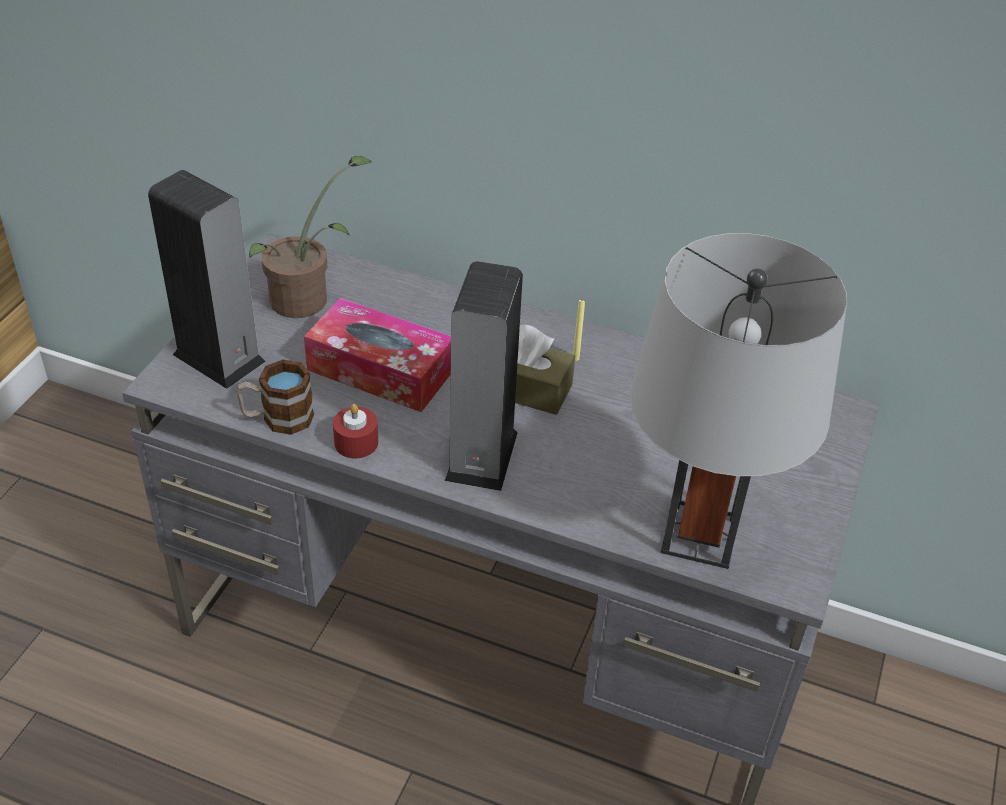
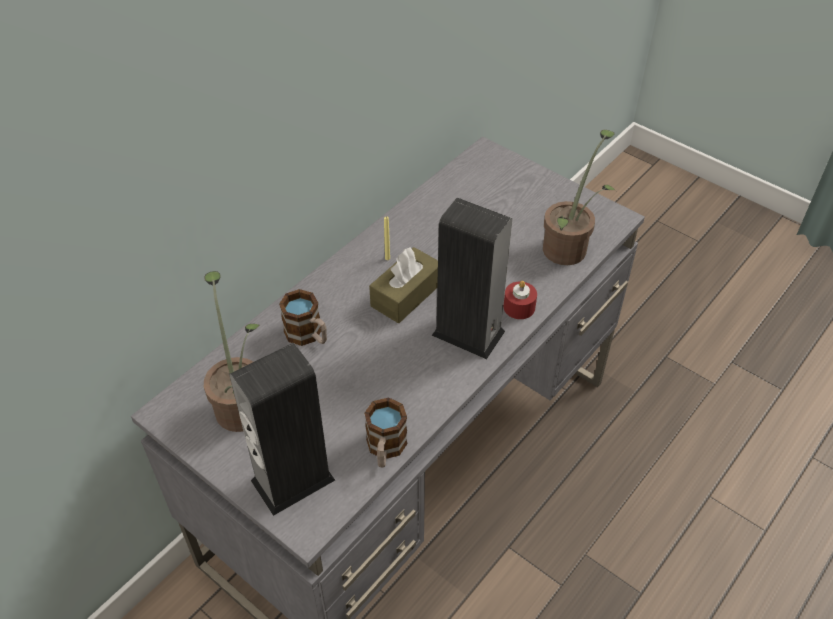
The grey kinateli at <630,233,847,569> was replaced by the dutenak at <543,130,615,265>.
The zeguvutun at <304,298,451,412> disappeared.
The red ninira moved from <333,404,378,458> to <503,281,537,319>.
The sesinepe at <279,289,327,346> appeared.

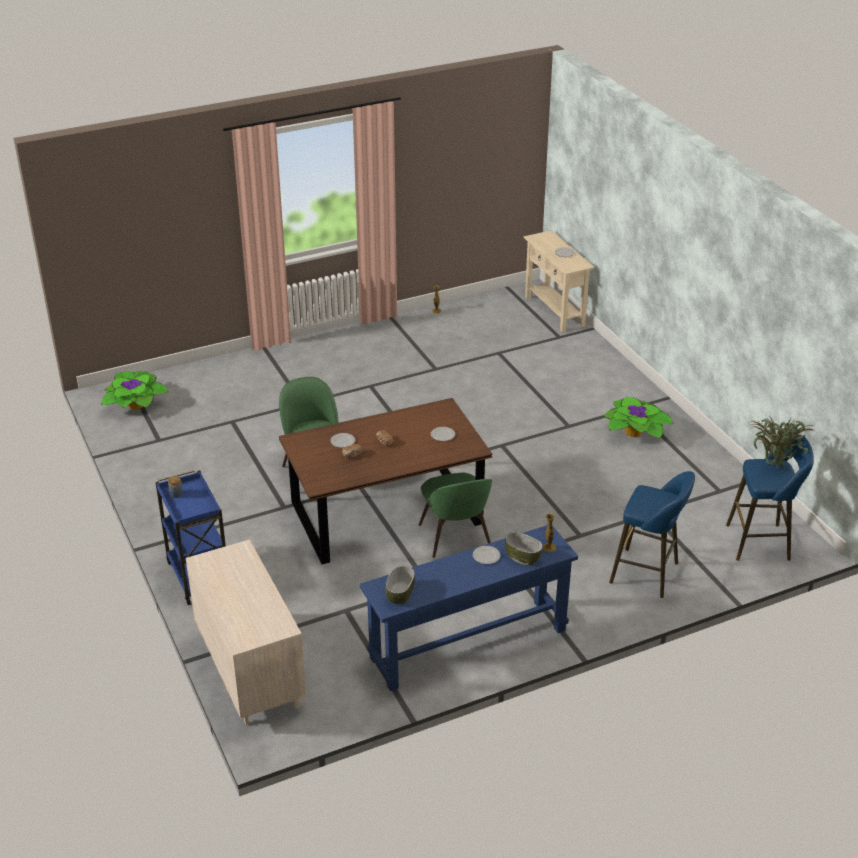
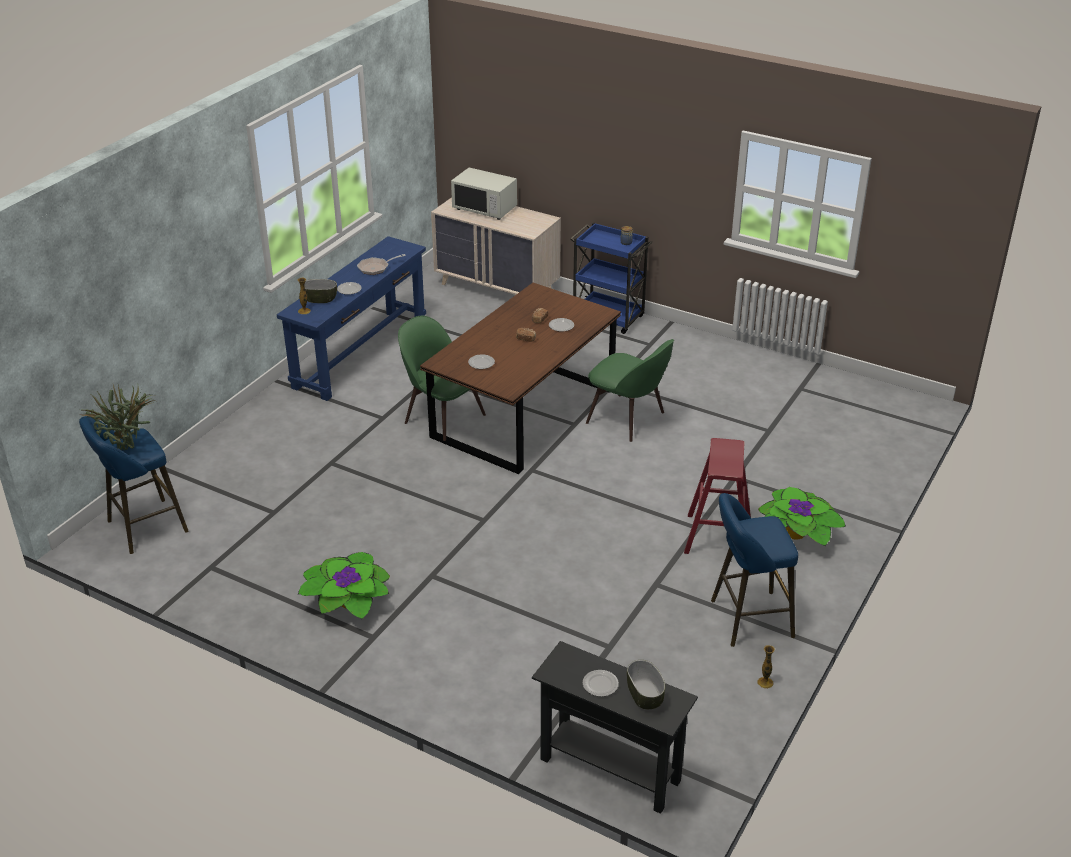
The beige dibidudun at <523,230,595,332> became the black dibidudun at <532,641,698,814>.
The dutenak moved from <101,371,168,410> to <758,487,846,546>.
The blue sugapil moved from <609,471,695,598> to <711,493,798,647>.
The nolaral moved from <386,566,415,604> to <627,660,665,709>.
The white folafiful at <451,168,517,220> appeared.
The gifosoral at <357,254,406,275> appeared.
The red sugapil at <684,438,751,554> appeared.

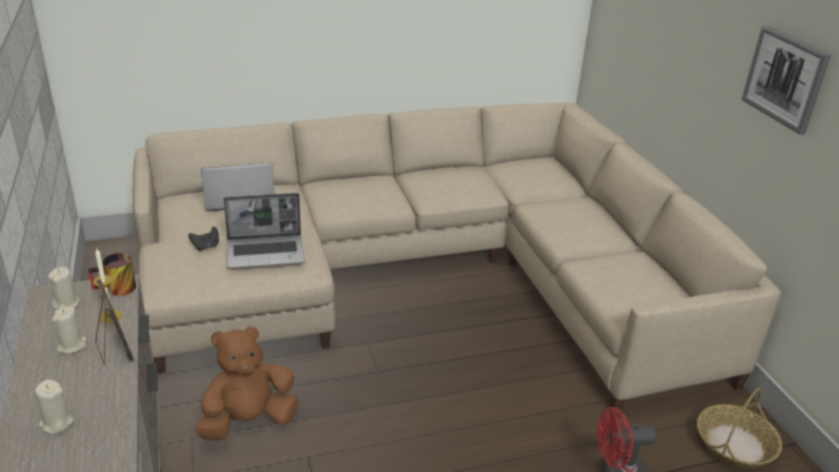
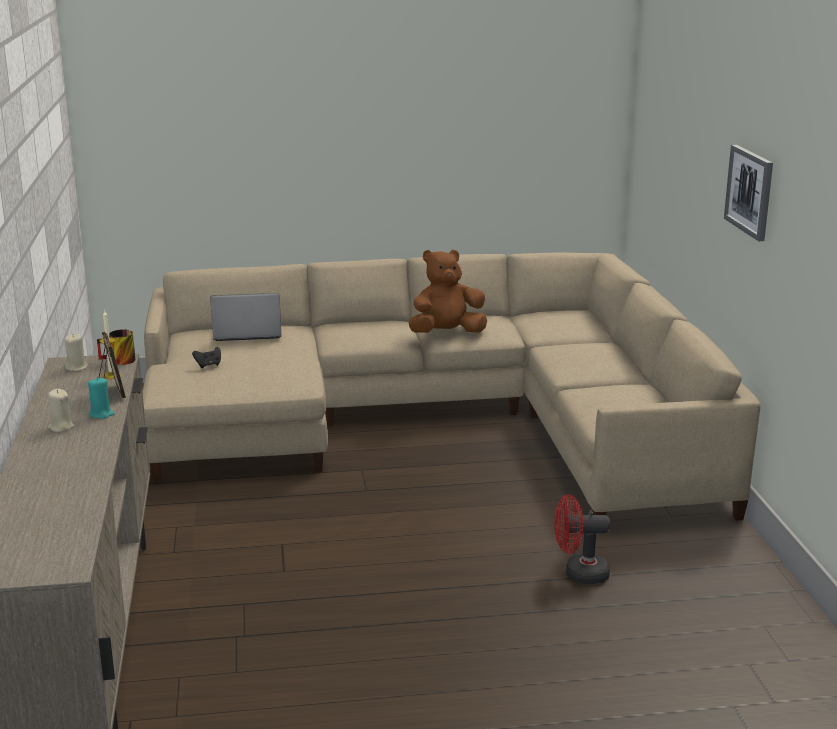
The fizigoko at <223,193,305,268> disappeared.
The beige ninira at <52,307,87,354> disappeared.
The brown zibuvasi moved from <195,326,299,440> to <409,250,487,333>.
The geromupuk at <697,388,782,469> disappeared.
The turquoise ninira at <88,377,115,419> appeared.

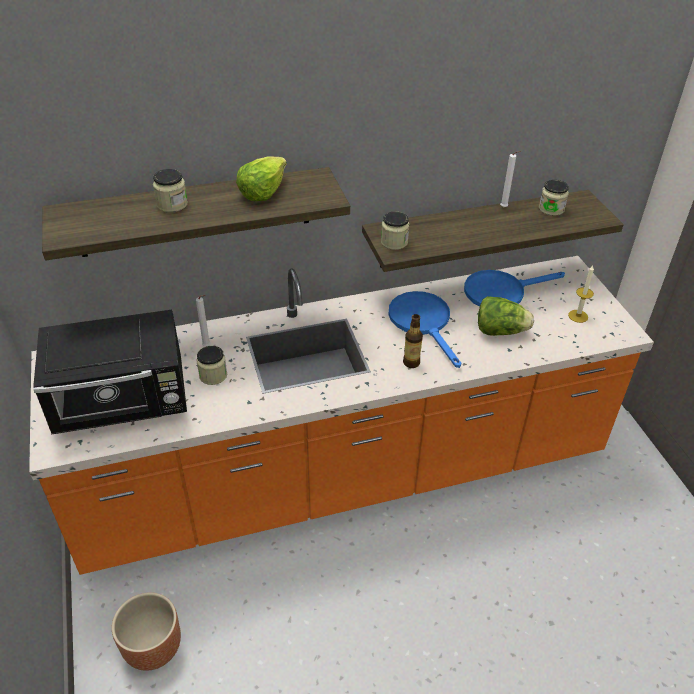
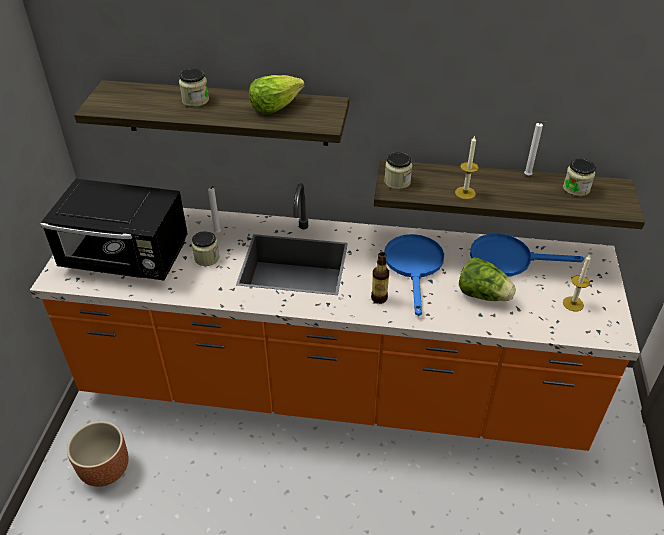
The ninira at <455,135,479,199> appeared.

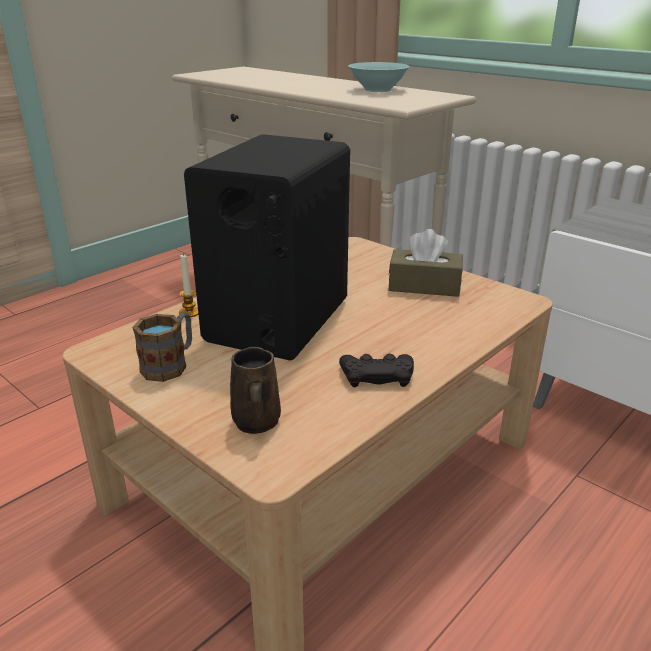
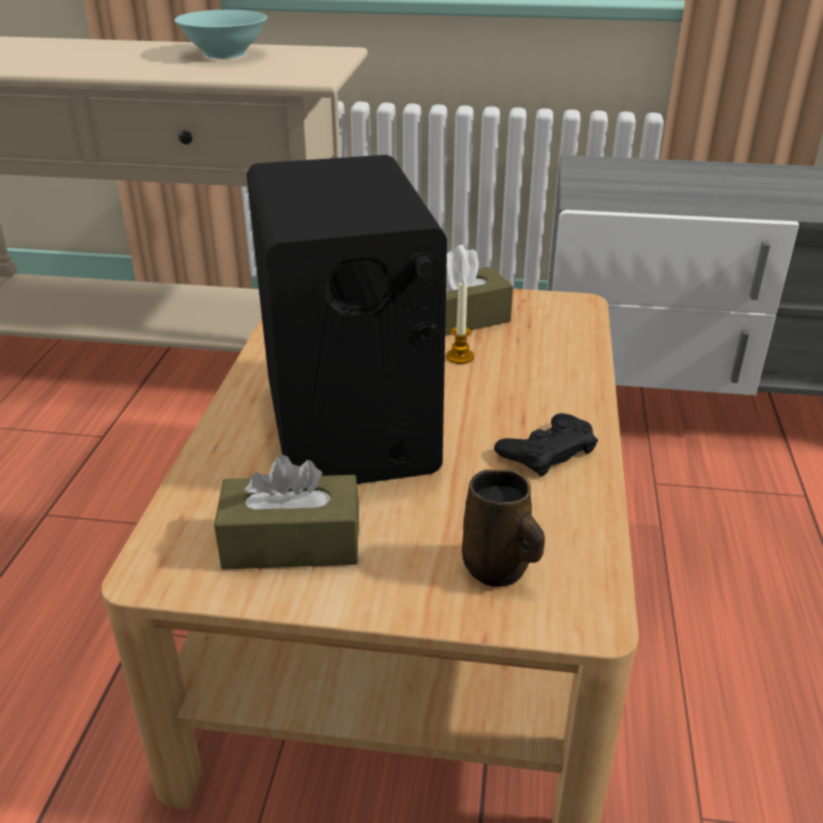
The ninira moved from <179,254,198,317> to <446,282,474,364>.
The sesinepe at <132,313,192,382> was replaced by the brown zeguvutun at <214,455,359,570>.

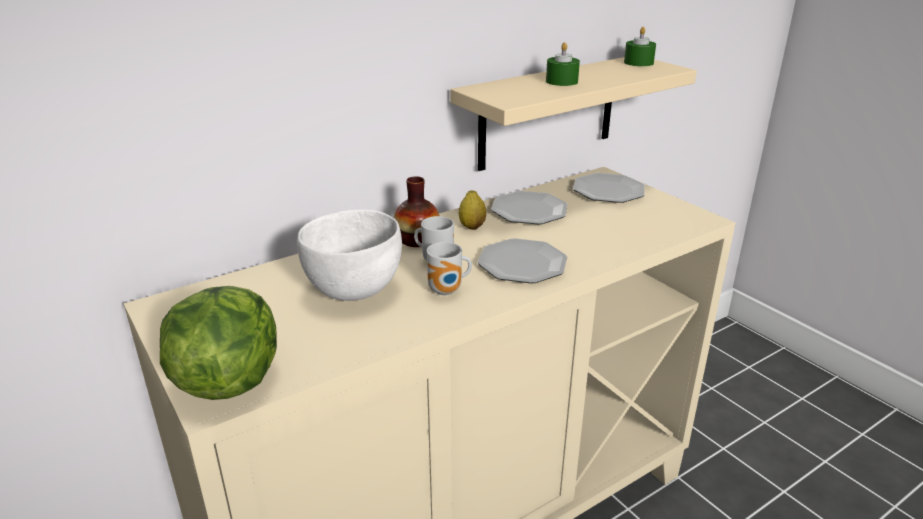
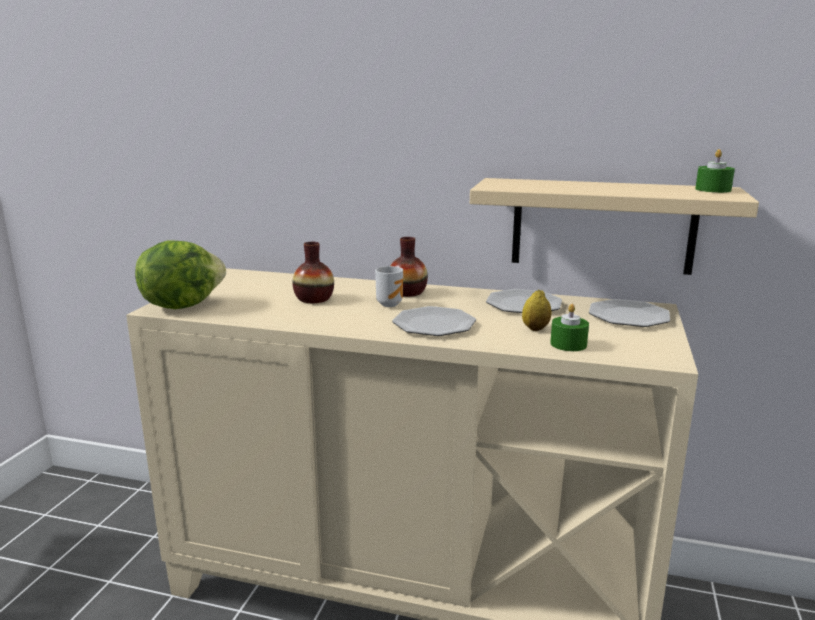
The green ninira moved from <546,42,580,86> to <550,304,589,351>.
The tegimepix moved from <459,190,486,230> to <522,289,552,331>.
The white nolaral at <297,210,402,301> was replaced by the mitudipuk at <292,242,334,303>.
The sesinepe at <427,242,472,295> disappeared.

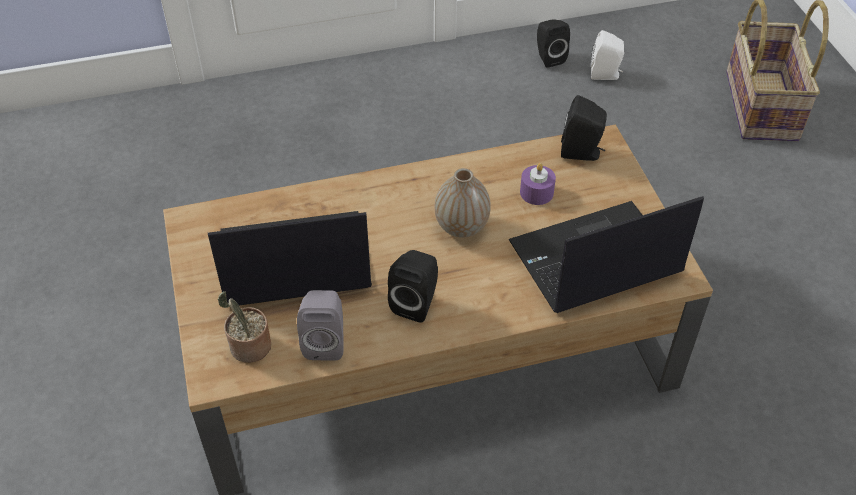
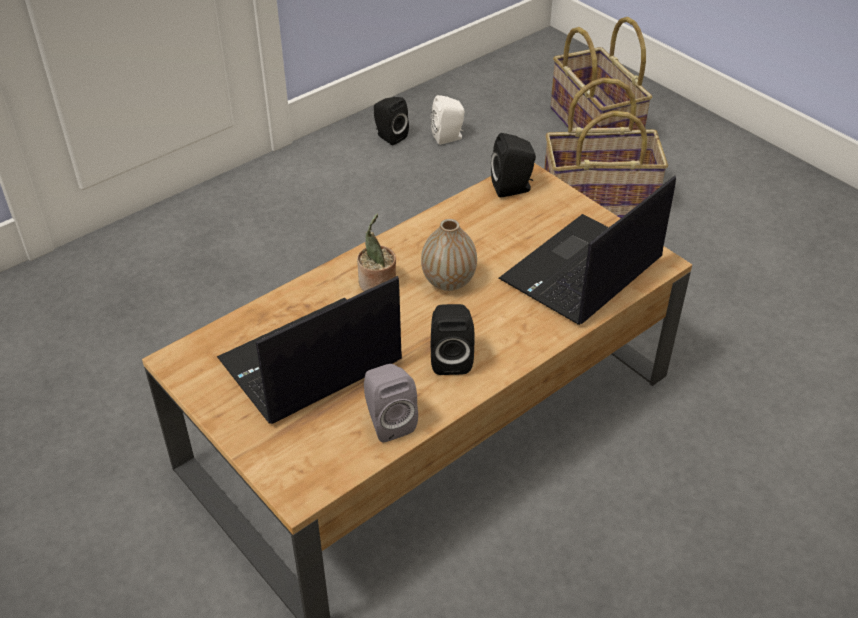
The purple ninira at <520,163,556,205> disappeared.
The dutenak moved from <217,291,271,363> to <357,214,396,291>.
The geromupuk at <544,78,668,218> appeared.

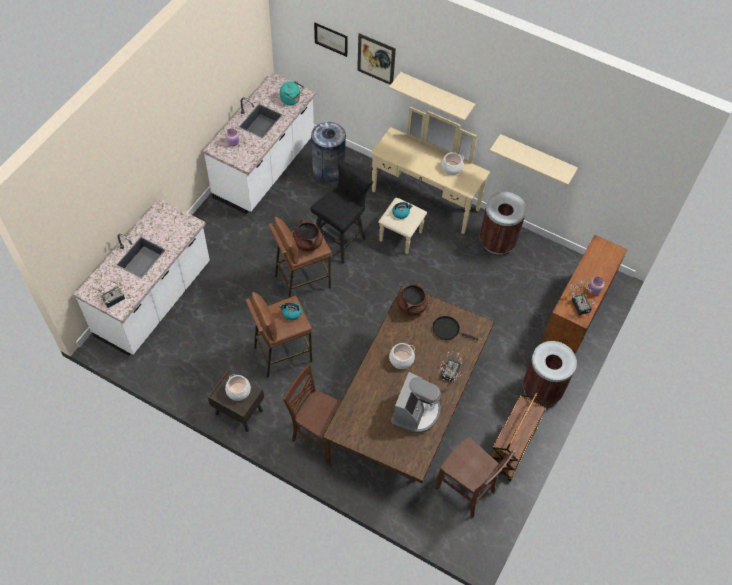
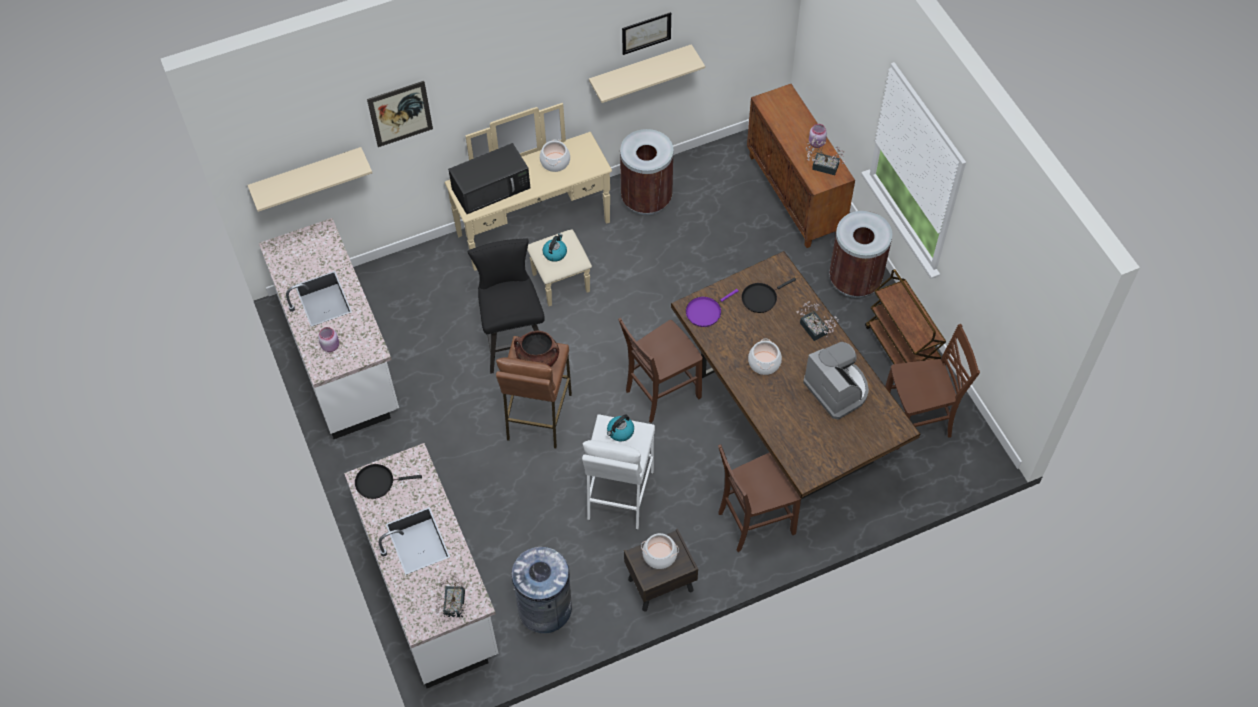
The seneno moved from <314,23,348,57> to <622,12,671,55>.
The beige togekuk moved from <389,72,475,121> to <247,147,372,212>.
The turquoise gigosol at <280,81,304,105> disappeared.
The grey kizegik moved from <311,122,346,182> to <511,547,572,633>.
The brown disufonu at <397,282,428,316> was replaced by the purple gifosoral at <686,289,739,327>.
The brown sugapil at <246,292,312,378> became the white sugapil at <582,414,655,529>.
The black folafiful at <448,143,530,214> appeared.
The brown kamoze at <618,318,703,423> appeared.
The black gifosoral at <355,464,422,499> appeared.

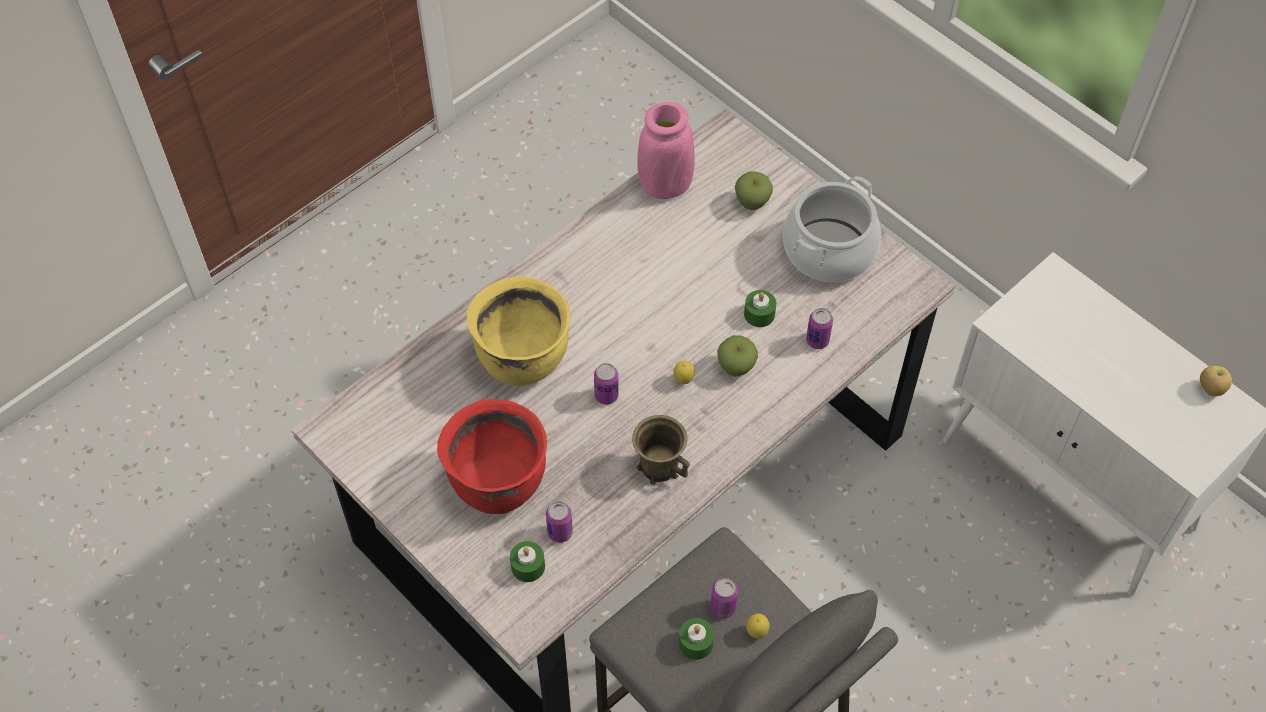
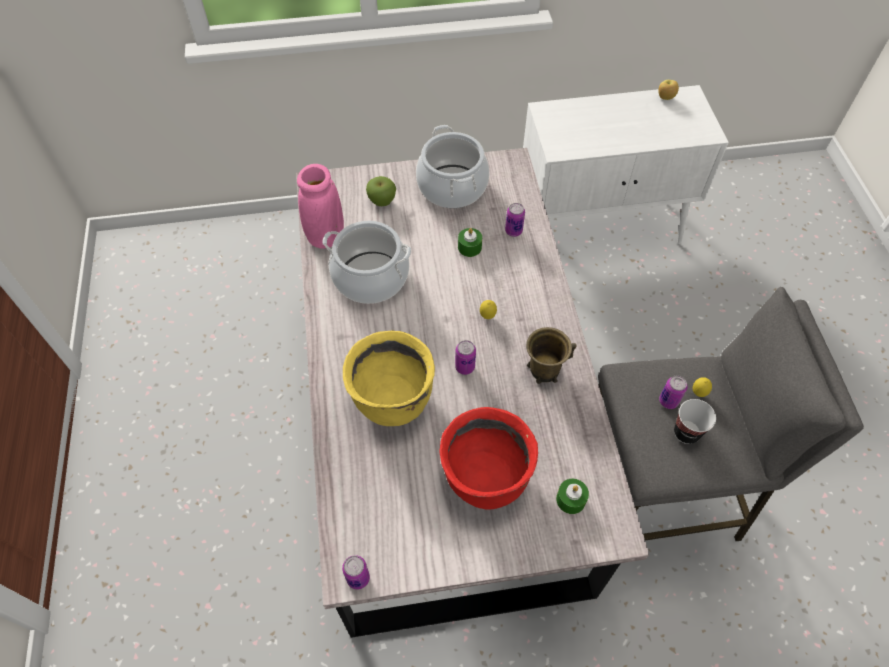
The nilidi at <717,335,758,377> disappeared.
The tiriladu moved from <546,501,573,543> to <342,555,370,590>.
The green ninira at <679,618,714,660> was replaced by the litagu at <674,399,716,444>.
The disufonu at <322,221,411,304> appeared.

